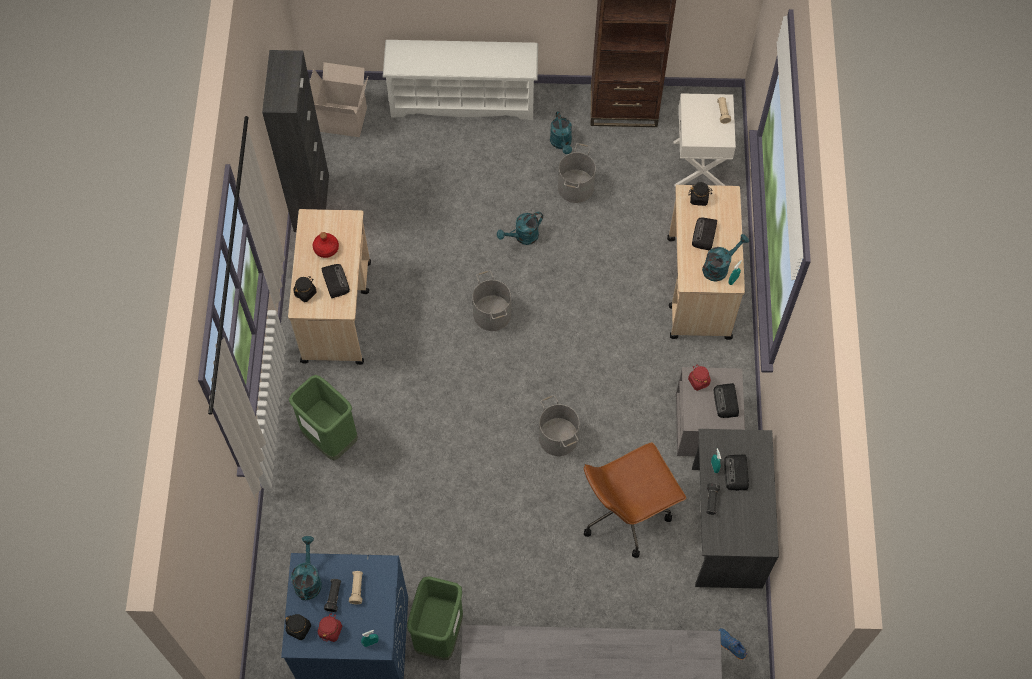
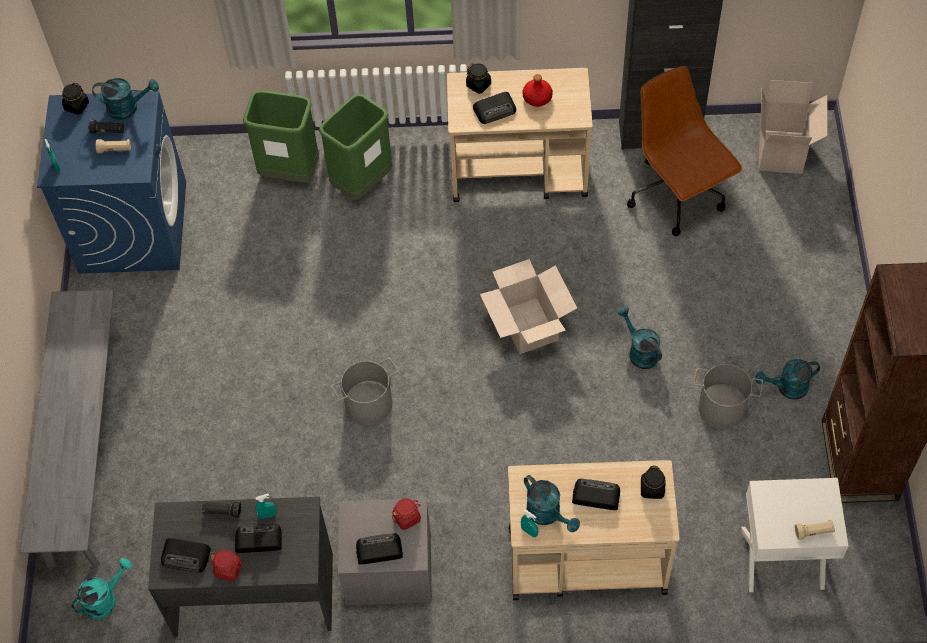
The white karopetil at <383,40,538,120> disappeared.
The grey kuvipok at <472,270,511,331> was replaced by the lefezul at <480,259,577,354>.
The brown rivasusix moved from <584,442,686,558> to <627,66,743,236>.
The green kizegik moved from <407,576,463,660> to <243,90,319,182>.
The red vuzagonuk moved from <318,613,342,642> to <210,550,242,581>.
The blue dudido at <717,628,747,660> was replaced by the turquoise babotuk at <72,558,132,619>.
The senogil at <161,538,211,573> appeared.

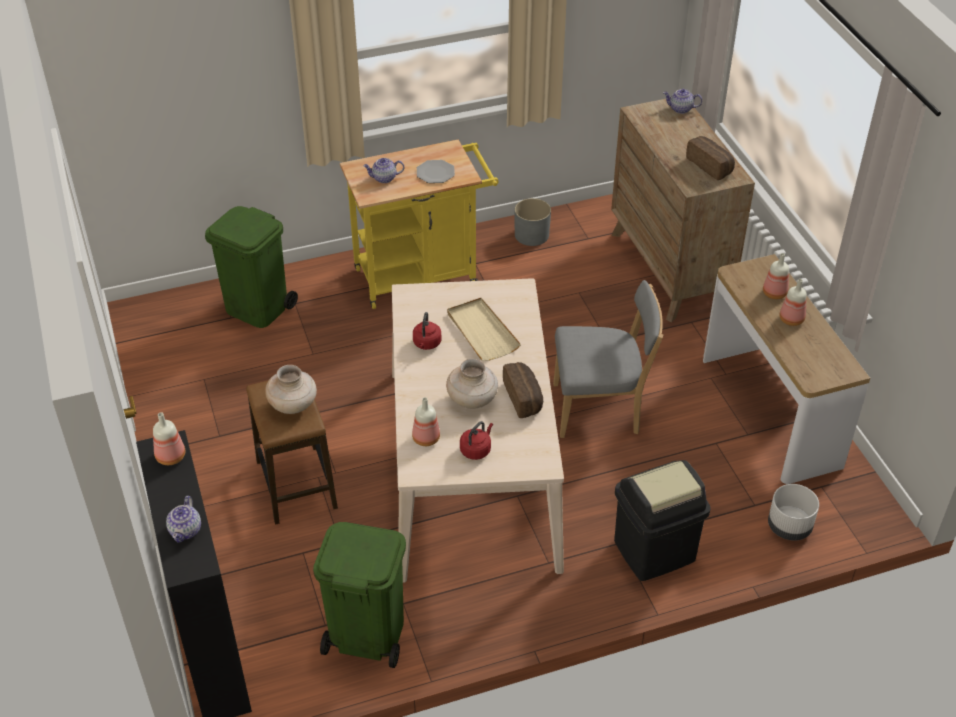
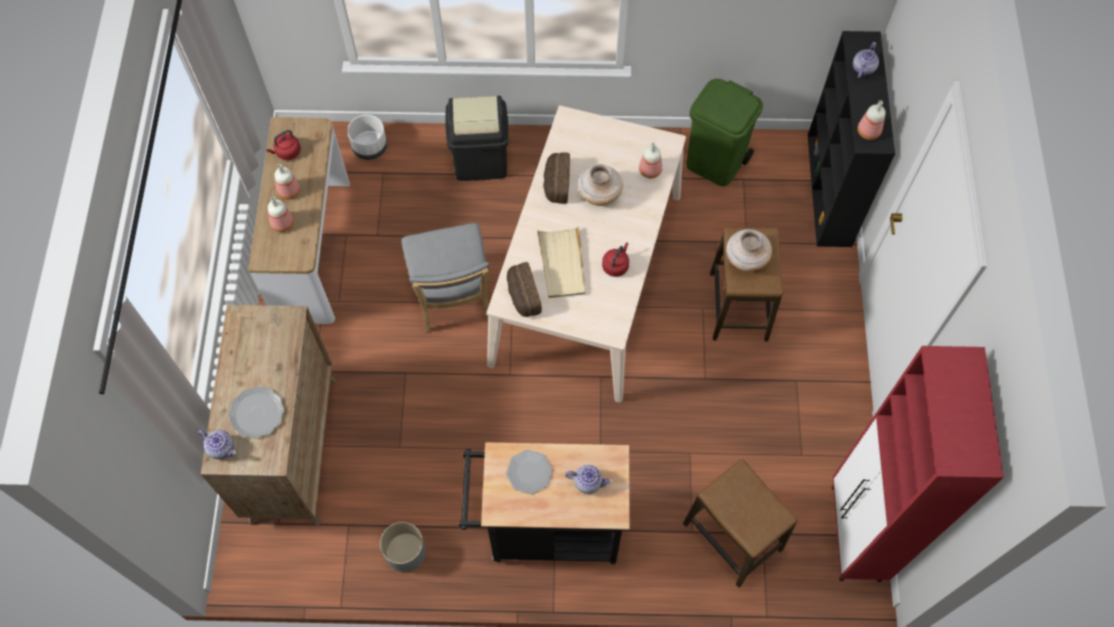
The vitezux moved from <686,136,735,180> to <507,262,542,317>.
The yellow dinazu at <340,140,498,309> became the black dinazu at <459,442,630,564>.
The green kizegik at <205,206,298,328> was replaced by the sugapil at <683,459,798,588>.
The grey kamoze at <553,280,663,438> turned 120 degrees counterclockwise.
The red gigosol moved from <460,421,493,460> to <266,130,301,160>.
The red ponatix at <832,346,1004,582> appeared.
The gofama at <228,386,284,439> appeared.

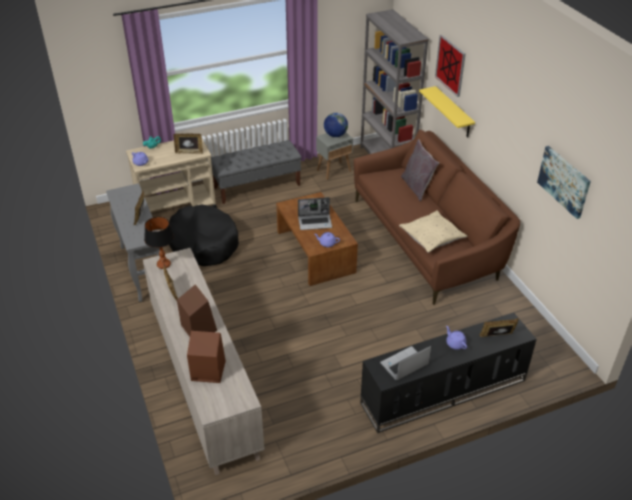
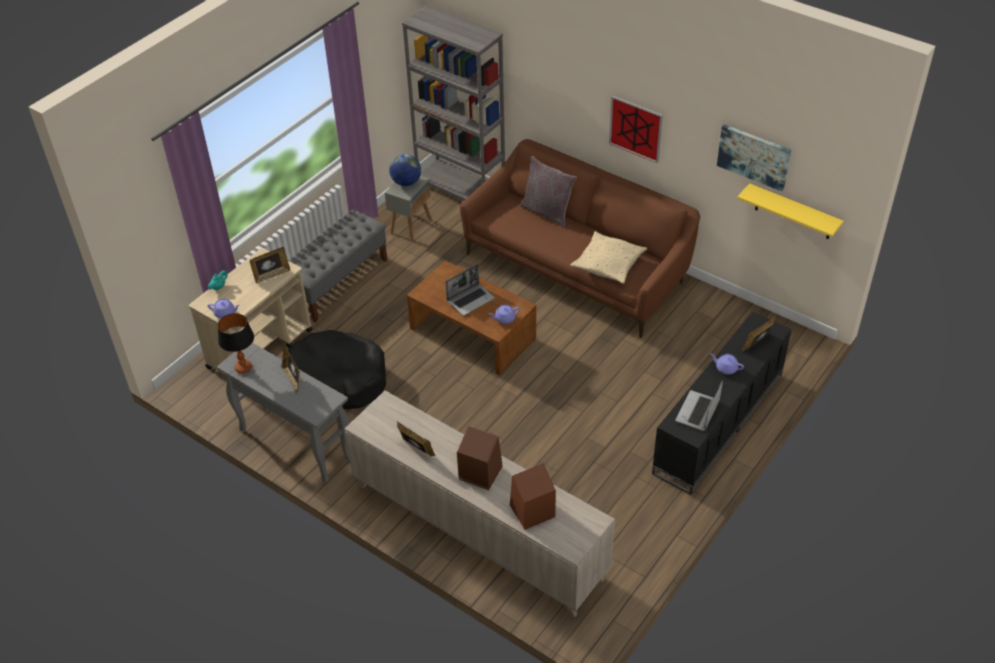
The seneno moved from <435,35,466,97> to <609,96,663,163>.
The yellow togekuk moved from <419,86,475,137> to <737,183,844,239>.
The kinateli moved from <144,217,174,269> to <218,313,254,374>.

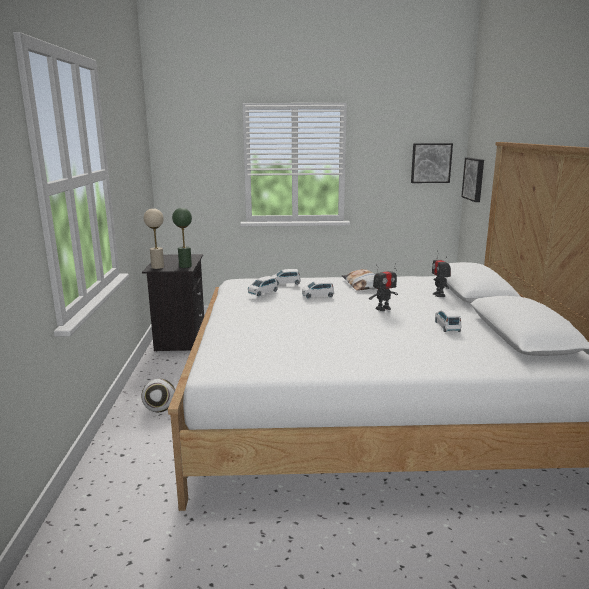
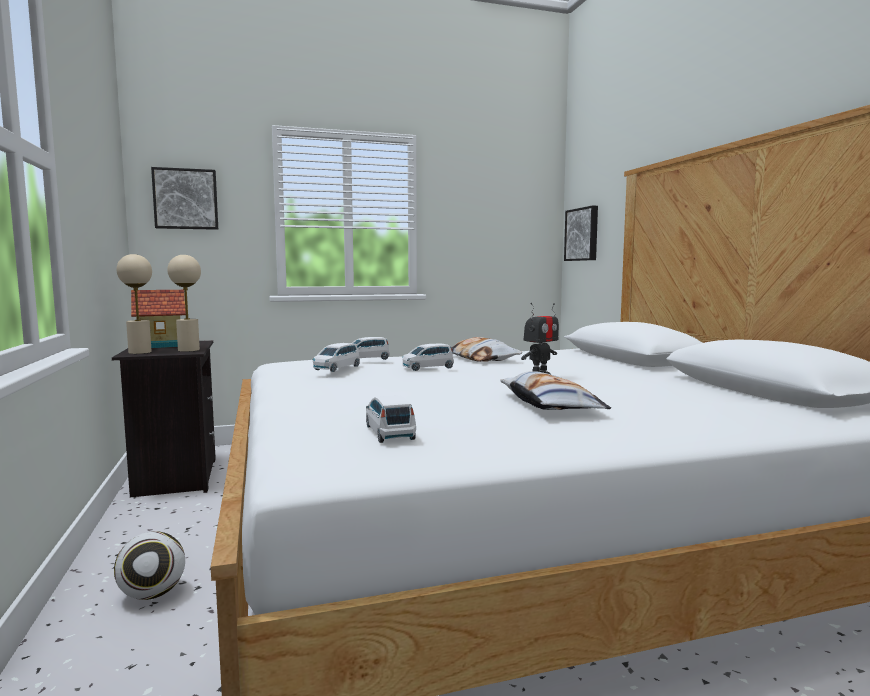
The seneno moved from <411,143,453,183> to <151,167,218,230>.
The green kinateli at <172,208,192,268> became the beige kinateli at <168,255,201,352>.
The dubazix at <432,251,451,297> disappeared.
The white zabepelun moved from <435,310,461,332> to <366,396,416,443>.
The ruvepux at <131,290,186,348> appeared.
The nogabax at <500,371,611,410> appeared.

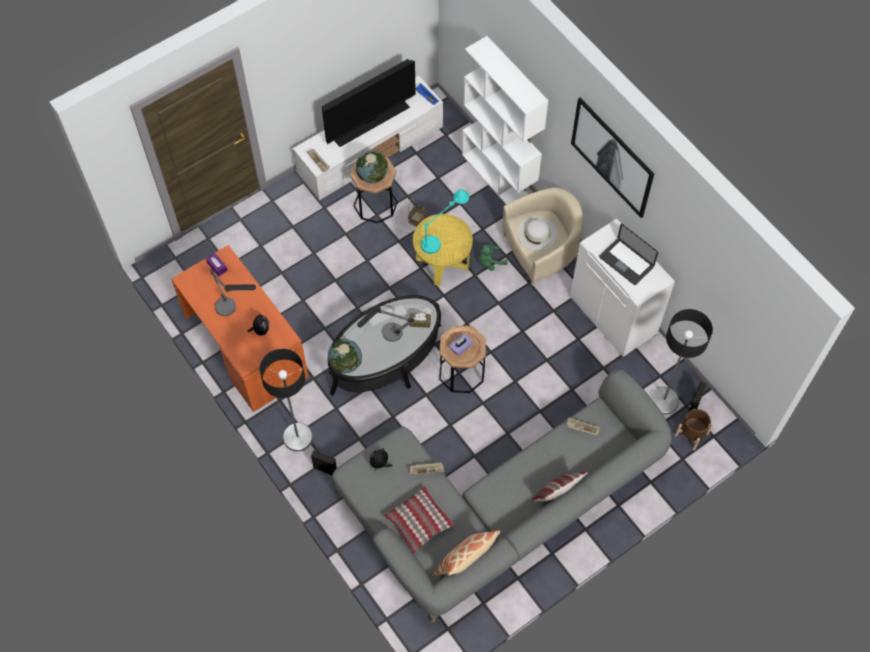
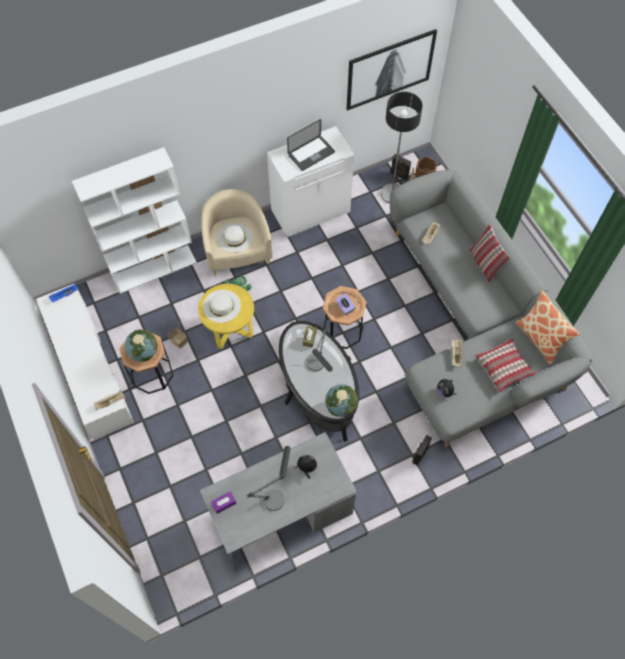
The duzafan at <322,59,416,147> disappeared.
The seneno moved from <571,98,654,218> to <347,29,437,110>.
The turquoise kinateli at <421,189,469,254> was replaced by the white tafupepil at <203,290,241,323>.
The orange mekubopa at <171,245,309,412> became the grey mekubopa at <200,432,357,571>.
The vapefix at <260,349,313,451> disappeared.

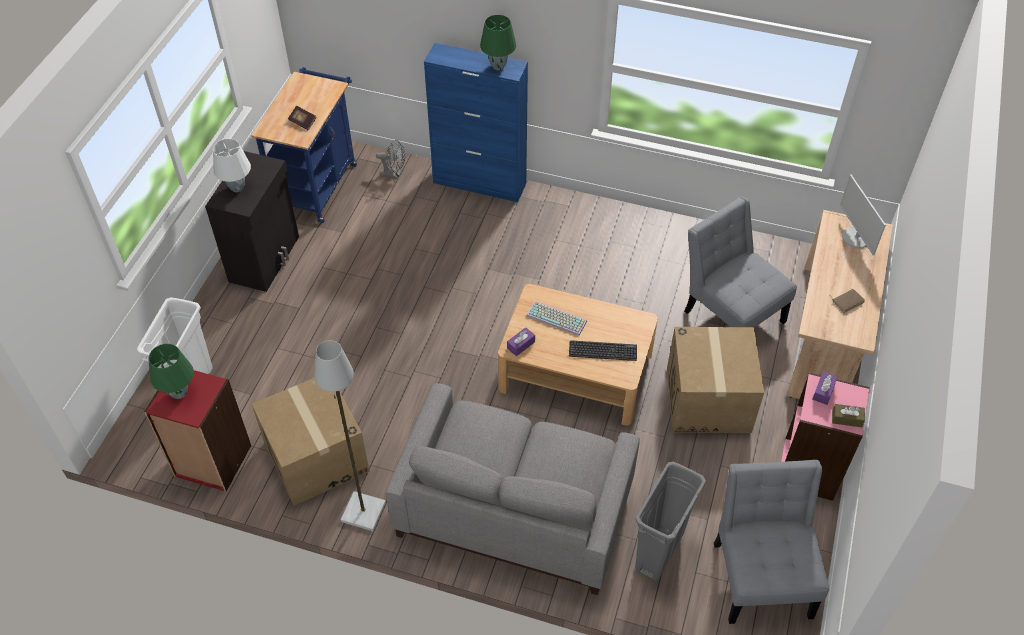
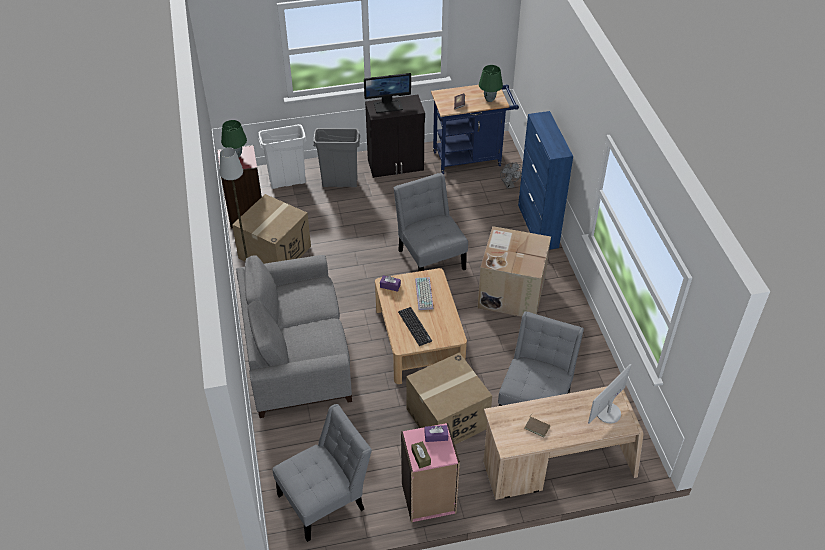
The green kinateli moved from <480,15,516,70> to <479,65,503,102>.
The white kinateli at <213,139,251,192> was replaced by the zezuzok at <364,73,411,113>.
The grey kizegik moved from <635,462,706,581> to <313,128,360,187>.
The grey kamoze at <393,173,468,272> appeared.
The lefezul at <477,226,551,317> appeared.

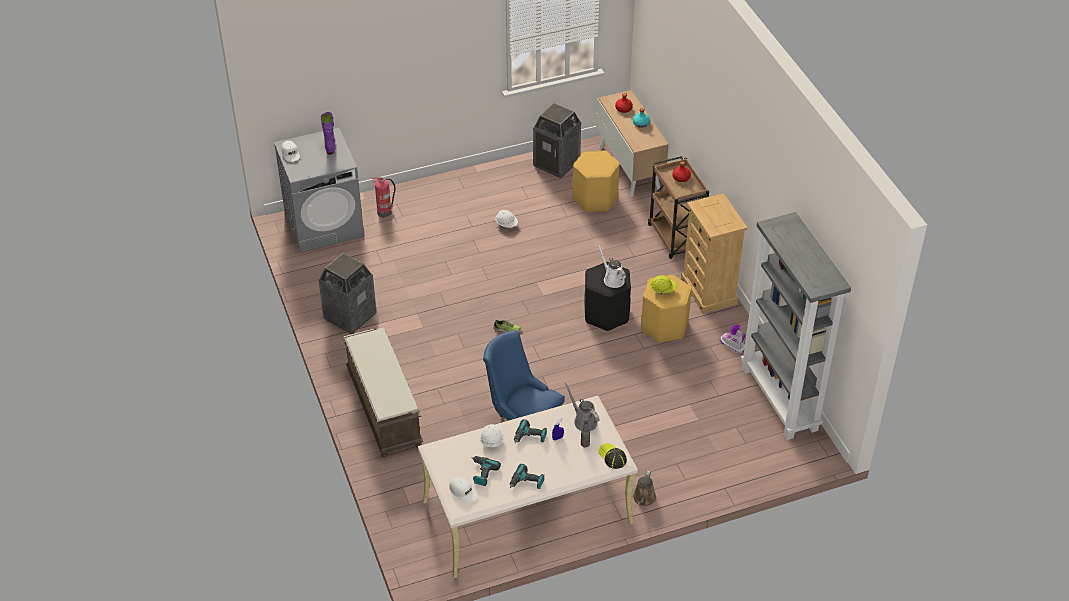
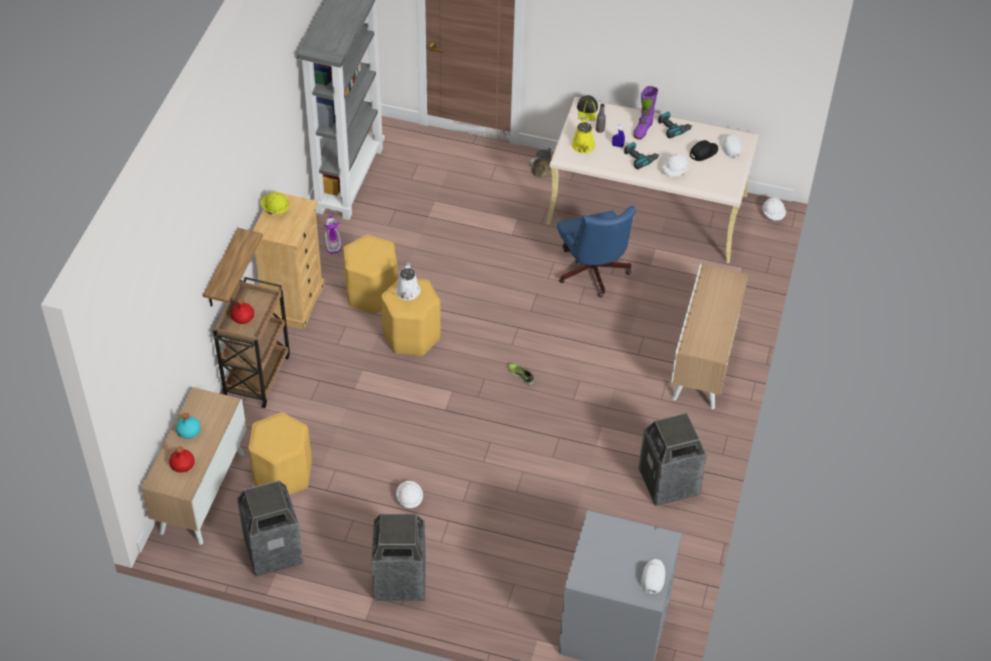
The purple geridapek moved from <320,112,335,155> to <633,86,658,139>.
The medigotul at <372,178,396,217> disappeared.
The black sugapil at <584,262,631,331> became the yellow sugapil at <381,279,441,356>.
The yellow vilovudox moved from <650,275,677,295> to <261,192,289,214>.
The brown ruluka at <343,327,423,458> was replaced by the ponatix at <671,264,749,409>.
The grey babotuk at <564,382,599,431> became the yellow babotuk at <572,117,595,153>.
The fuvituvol at <471,456,501,486> was replaced by the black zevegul at <690,140,718,161>.
The white vilovudox at <762,197,786,221> appeared.
The togekuk at <203,228,263,307> appeared.
The kizegik at <372,514,426,601> appeared.

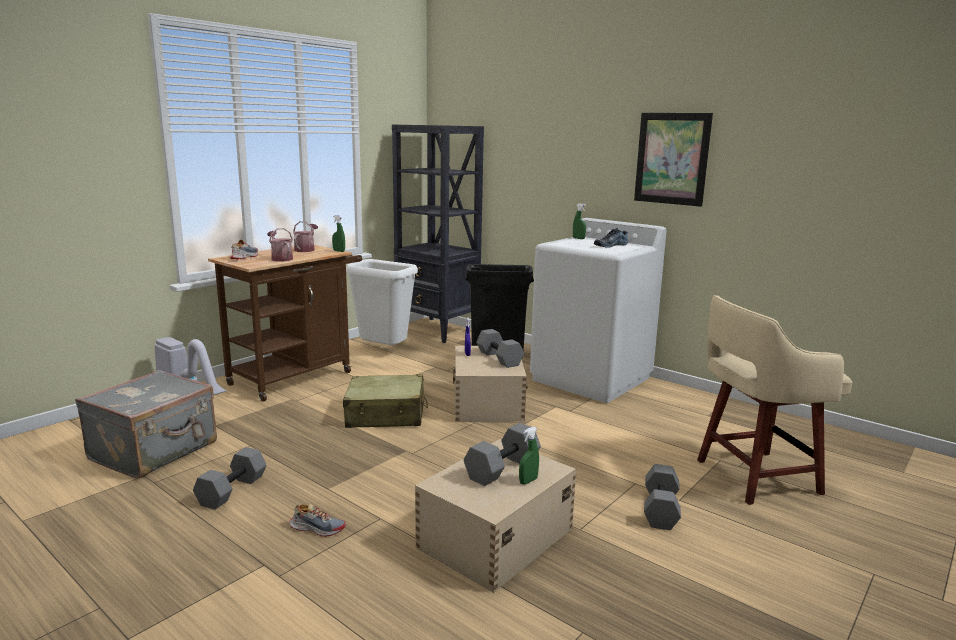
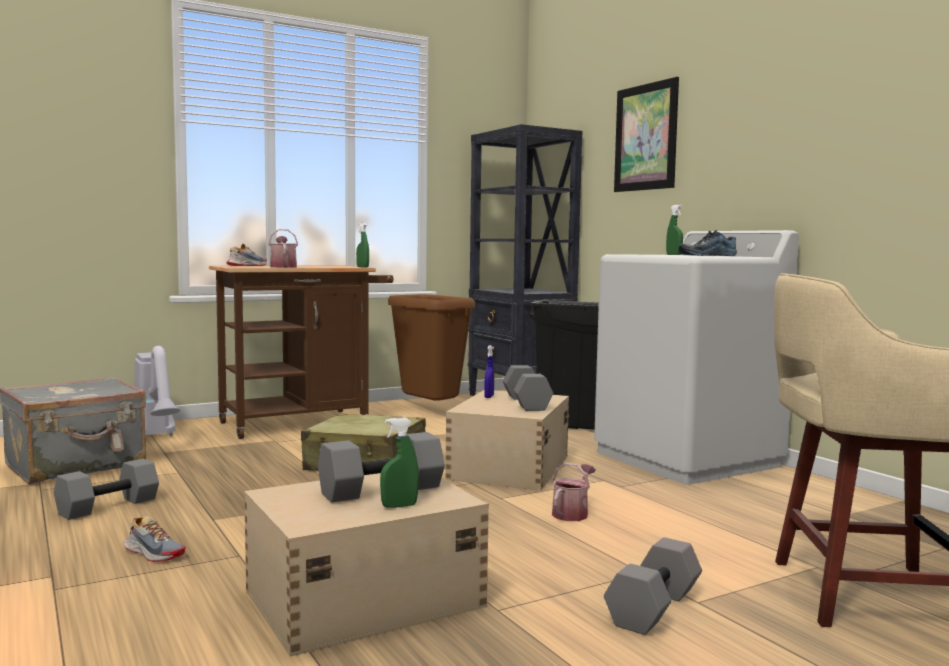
The seneno moved from <634,113,713,207> to <614,77,679,192>.
The babotuk moved from <293,221,318,252> to <552,463,596,521>.
The white kizegik at <346,259,418,345> became the brown kizegik at <388,294,475,401>.

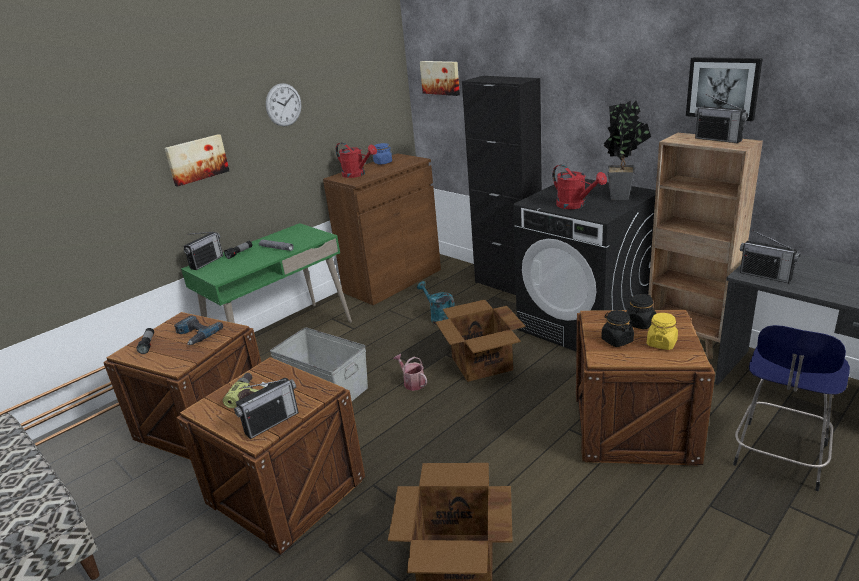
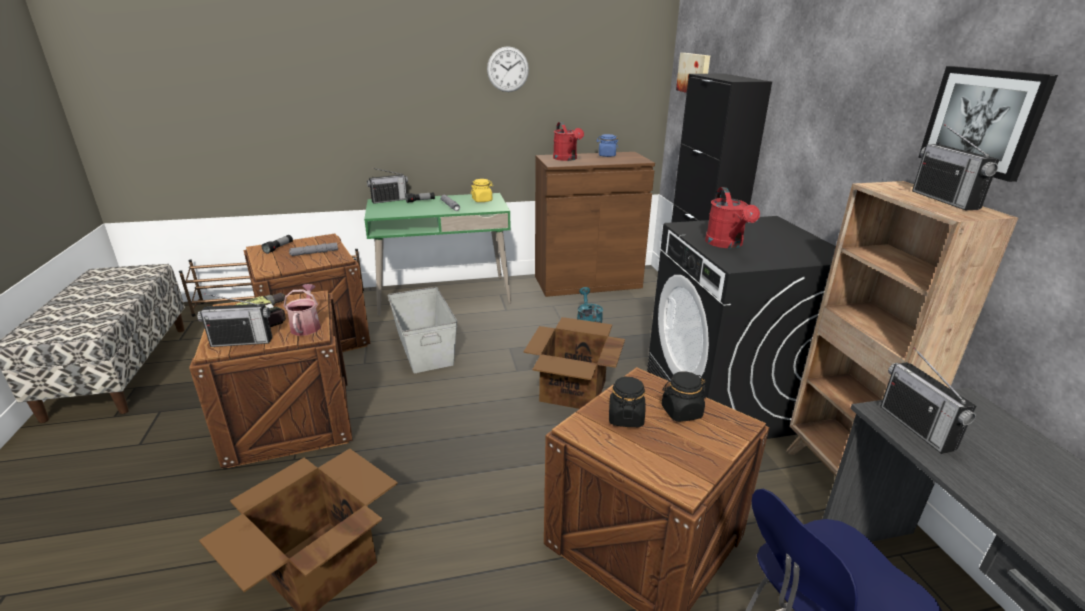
The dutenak at <603,101,651,200> disappeared.
The seneno at <164,134,229,187> disappeared.
The yellow vuzagonuk moved from <647,313,678,350> to <471,179,493,202>.
The fuvituvol at <174,315,223,345> was replaced by the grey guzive at <289,242,338,256>.
The babotuk moved from <393,354,427,391> to <284,284,321,336>.

